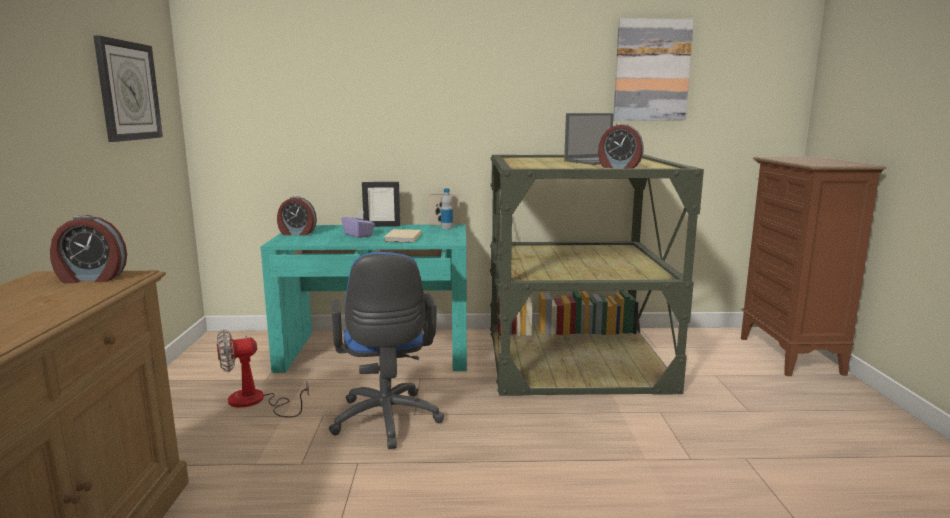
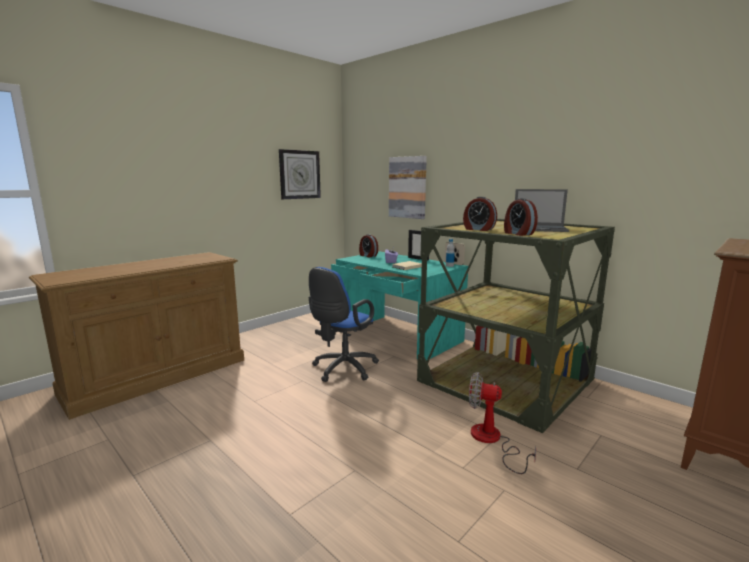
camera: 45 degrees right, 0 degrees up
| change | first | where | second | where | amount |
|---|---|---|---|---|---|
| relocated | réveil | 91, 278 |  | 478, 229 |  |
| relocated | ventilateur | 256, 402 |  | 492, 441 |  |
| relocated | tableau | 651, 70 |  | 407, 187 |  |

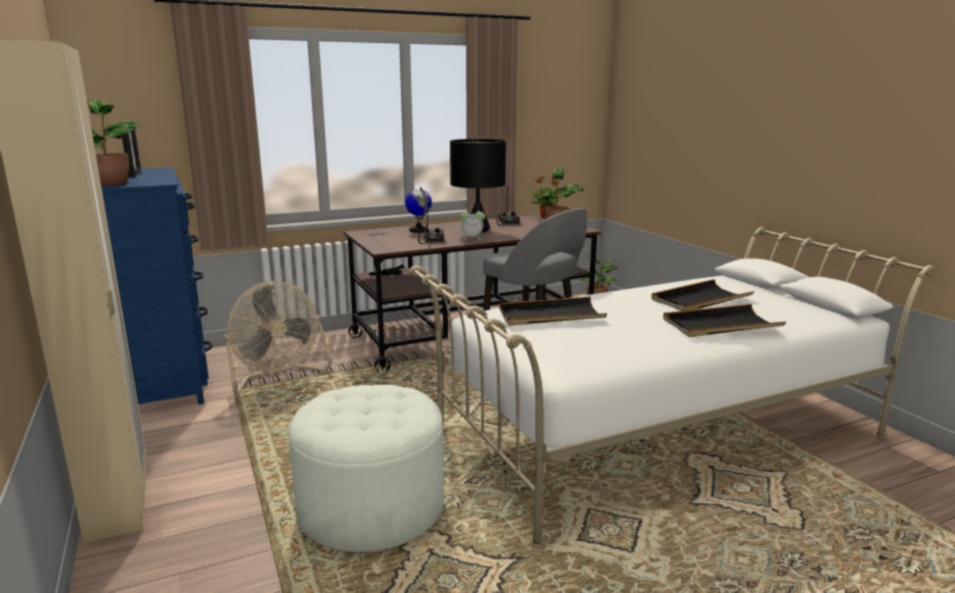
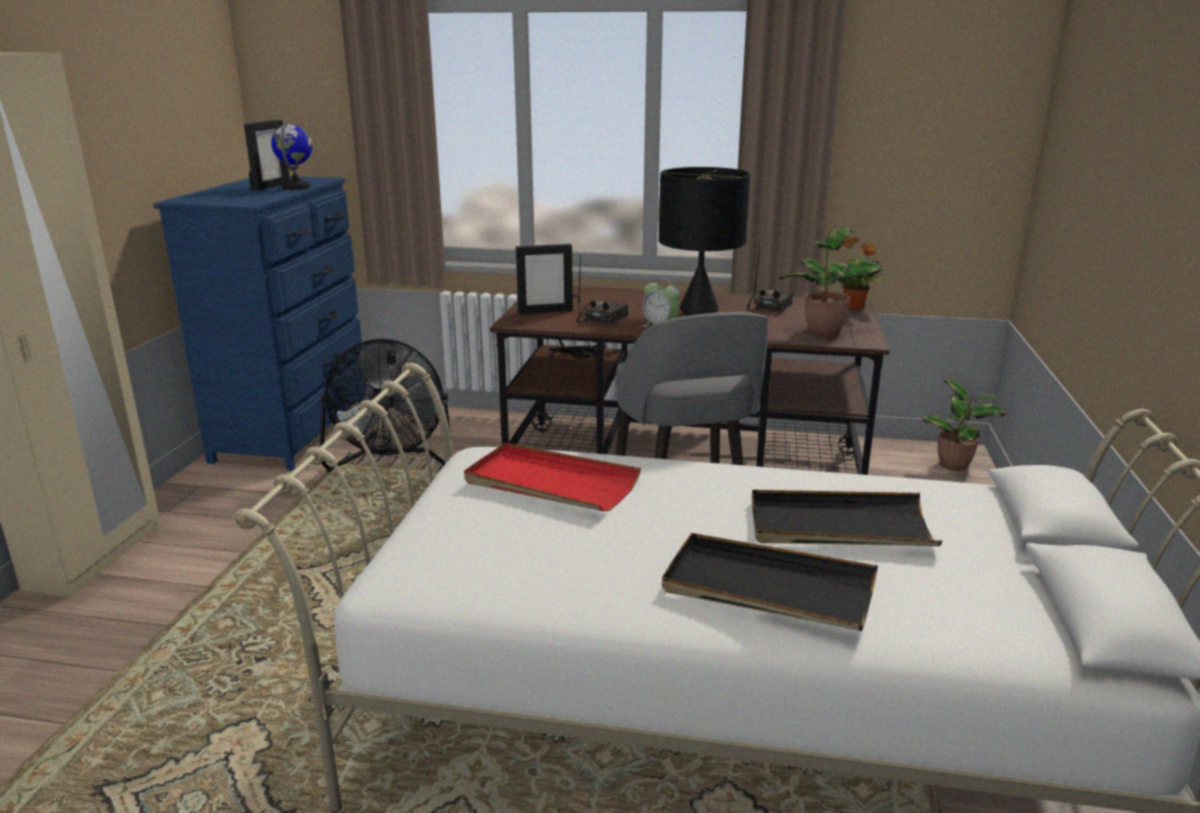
camera: 35 degrees right, 5 degrees up
| change | first | where | second | where | amount |
|---|---|---|---|---|---|
| missing | plante en pot | 114, 184 |  |  |  |
| missing | pouf [blanc] | 371, 507 |  |  |  |
| appeared |  |  | cadre photo | 545, 311 |  |
| relocated | globe | 418, 230 |  | 297, 187 |  |
| colour | ventilateur [beige] | 272, 378 | ventilateur [noir] | 388, 460 |  |
| colour | plateau [noir] | 550, 315 | plateau [rouge] | 550, 483 |  |

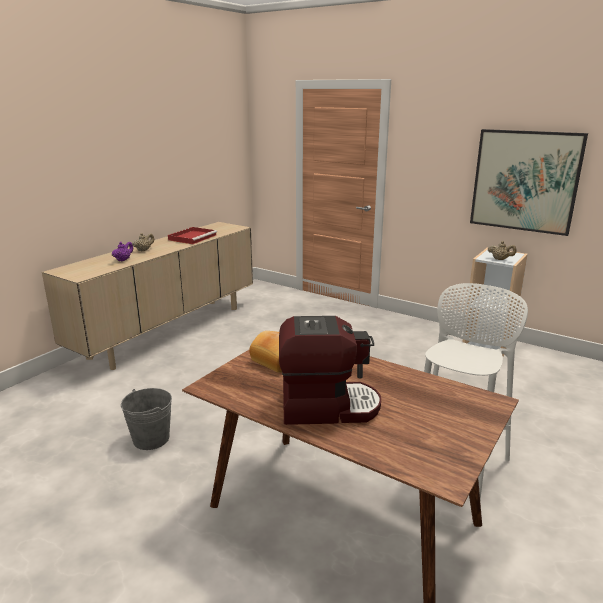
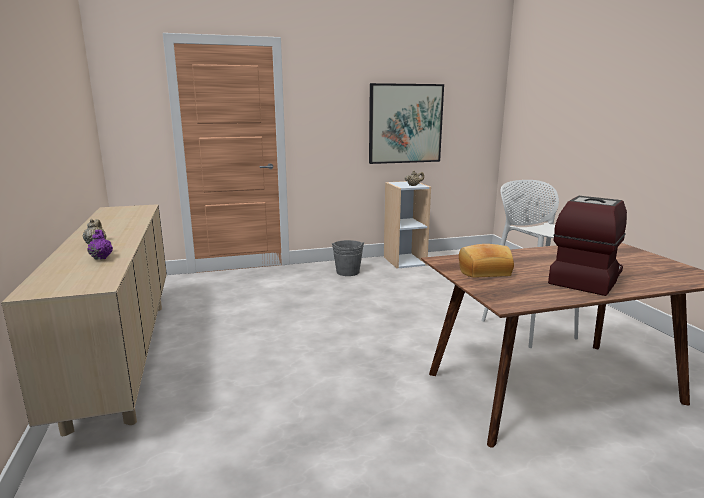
camera: 50 degrees left, 5 degrees down
| change | first | where | second | where | amount |
|---|---|---|---|---|---|
| missing | plateau [rouge] | 193, 237 |  |  |  |
| relocated | seau [gris] | 151, 439 |  | 347, 272 |  |

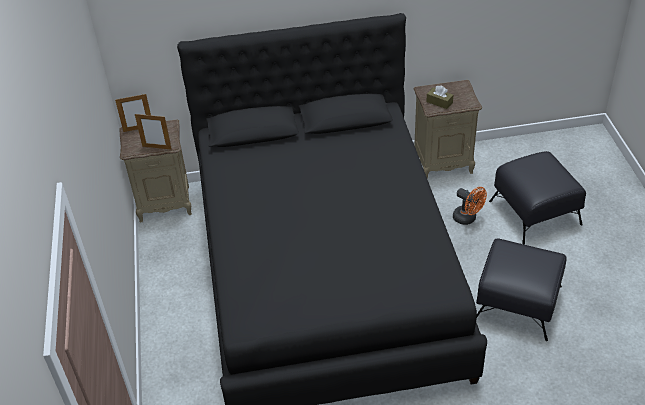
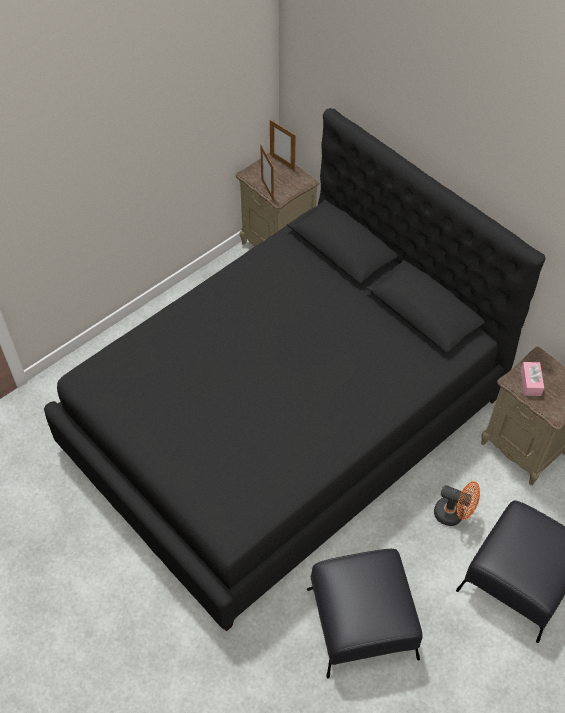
camera: 55 degrees right, 10 degrees up
| change | first | where | second | where | amount |
|---|---|---|---|---|---|
| colour | boîte à mouchoirs [marron] | 439, 102 | boîte à mouchoirs [rose] | 530, 382 |  |
| spun | ventilateur [orange] | 467, 219 |  | 453, 514 | 75 degrees counterclockwise |

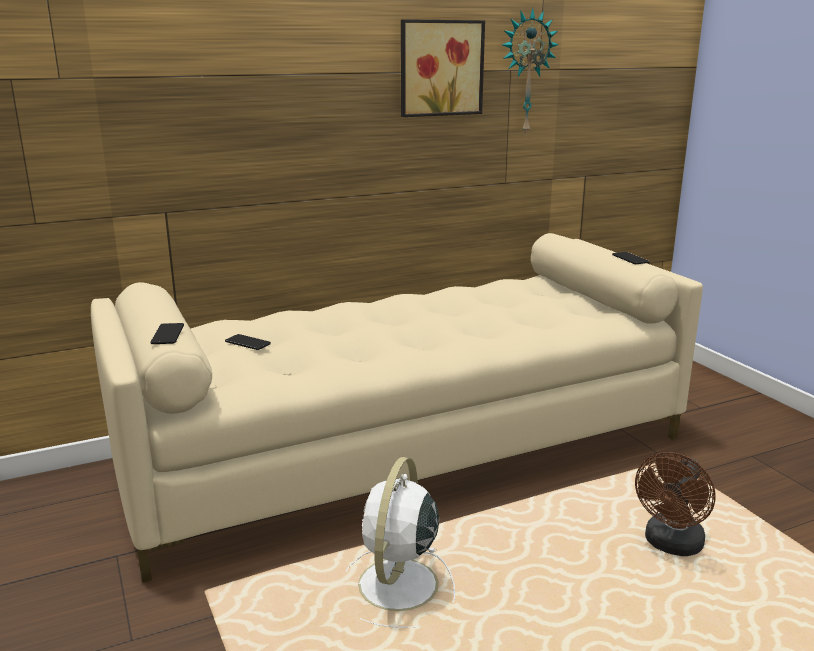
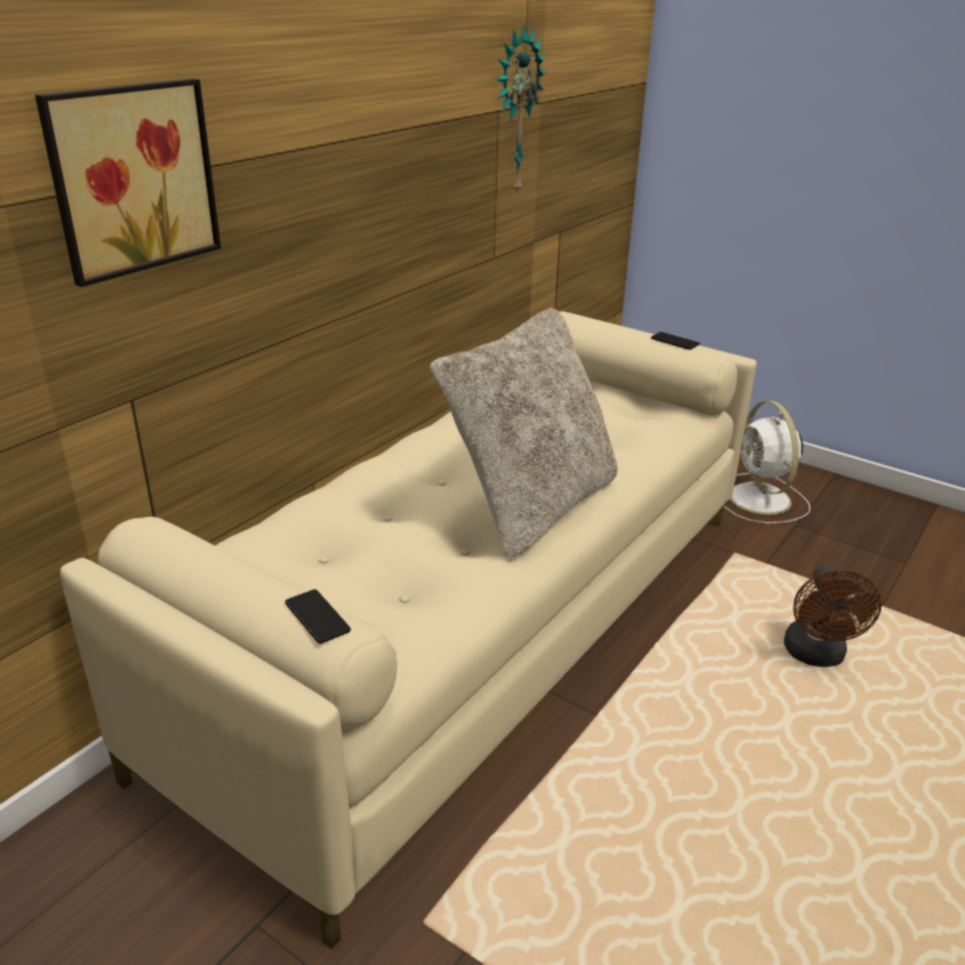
camera: 30 degrees left, 10 degrees up
| change | first | where | second | where | amount |
|---|---|---|---|---|---|
| missing | téléphone | 247, 343 |  |  |  |
| appeared |  |  | coussin [beige] | 532, 502 |  |
| relocated | ventilateur [blanc] | 397, 587 |  | 761, 500 |  |
| relocated | tableau | 439, 68 |  | 130, 178 |  |

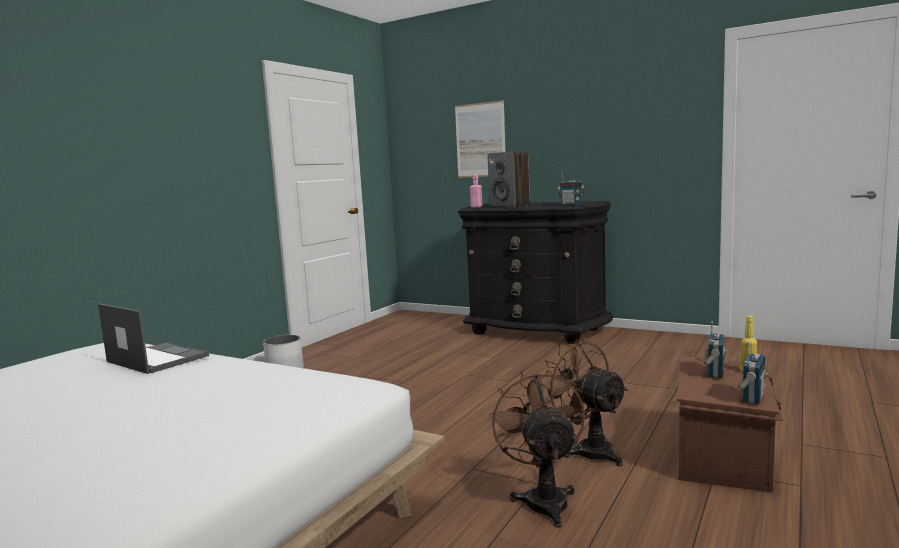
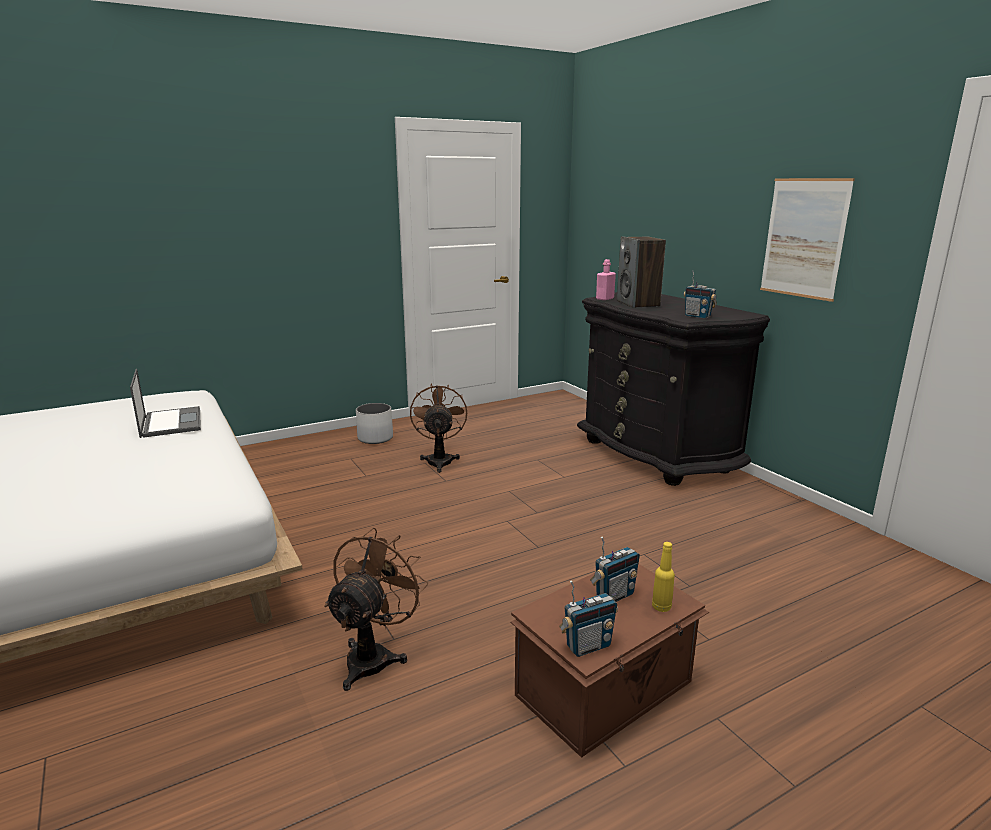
camera: 30 degrees right, 10 degrees up
| change | first | where | second | where | amount |
|---|---|---|---|---|---|
| relocated | tableau | 480, 140 |  | 804, 238 |  |
| relocated | ventilateur [marron] | 587, 450 |  | 439, 460 |  |

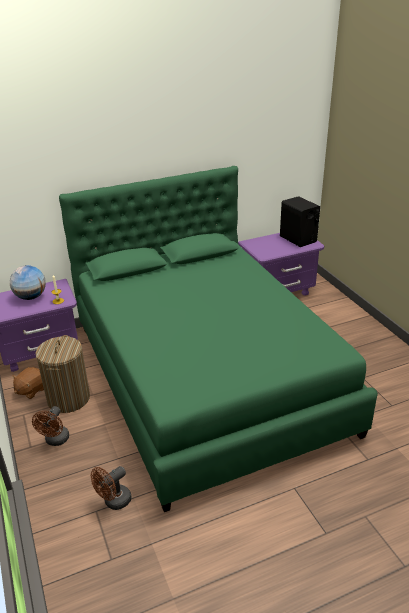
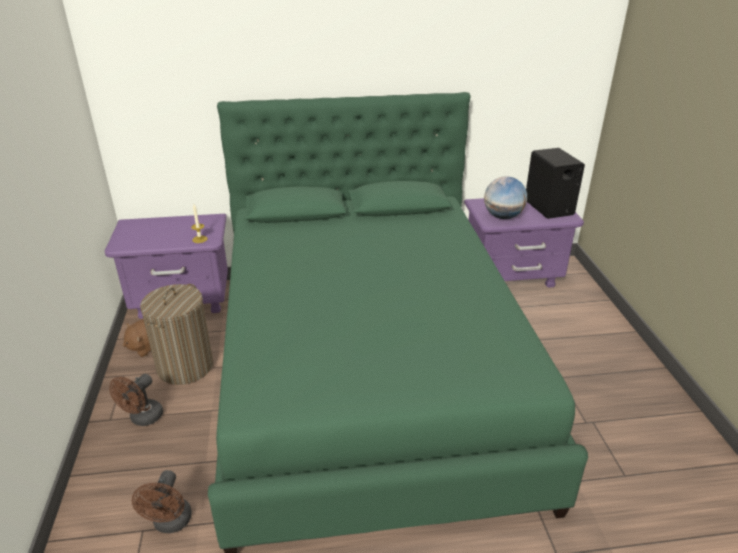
camera: 15 degrees right, 0 degrees up
| change | first | where | second | where | amount |
|---|---|---|---|---|---|
| relocated | globe | 31, 297 |  | 503, 217 |  |
| spun | ventilateur [marron] | 114, 502 |  | 171, 524 | 60 degrees counterclockwise |

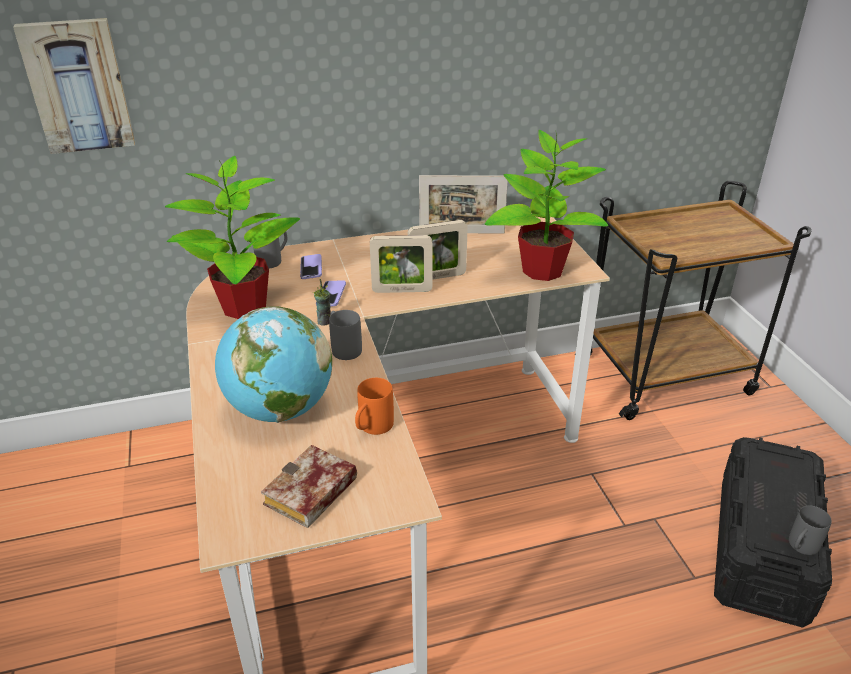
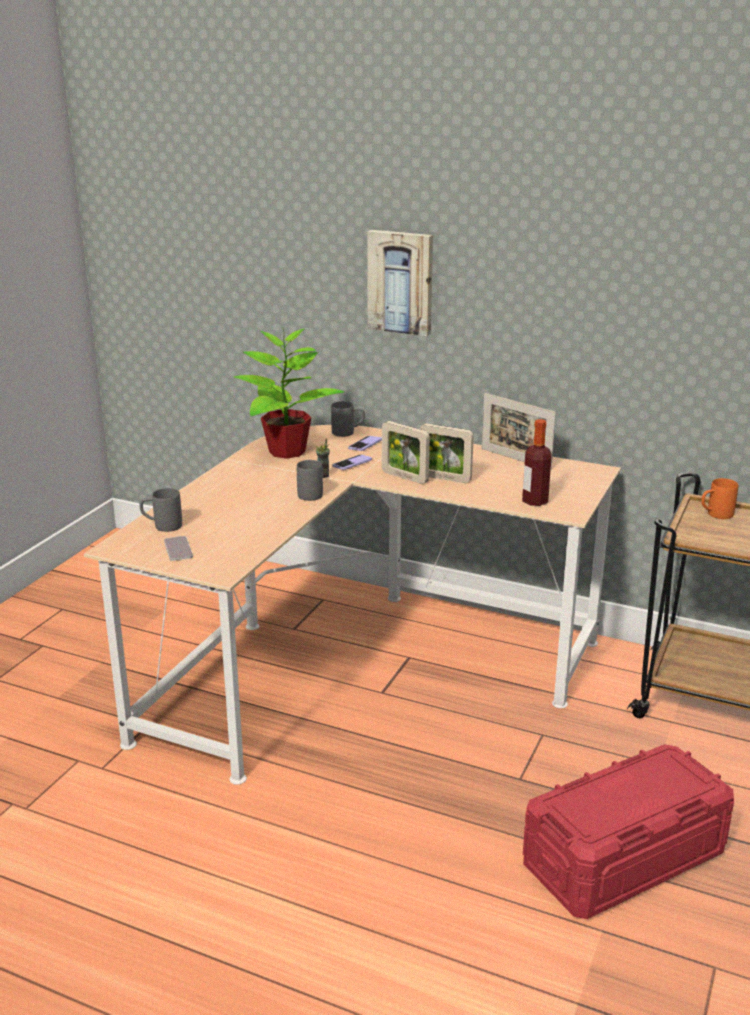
camera: 40 degrees right, 10 degrees down
| change | first | where | second | where | amount |
|---|---|---|---|---|---|
| missing | globe | 280, 409 |  |  |  |
| relocated | tableau | 78, 86 |  | 401, 282 |  |
| relocated | mug [orange] | 372, 428 |  | 715, 515 |  |
| relocated | mug [gris] | 800, 547 |  | 162, 526 |  |
| exchanged | livre | 310, 495 | téléphone | 178, 549 |  |
| exchanged | plante en pot | 541, 270 | bouteille | 535, 501 |  |
| colour | boîte de rangement [noir] | 762, 549 | boîte de rangement [rouge] | 624, 858 |  |

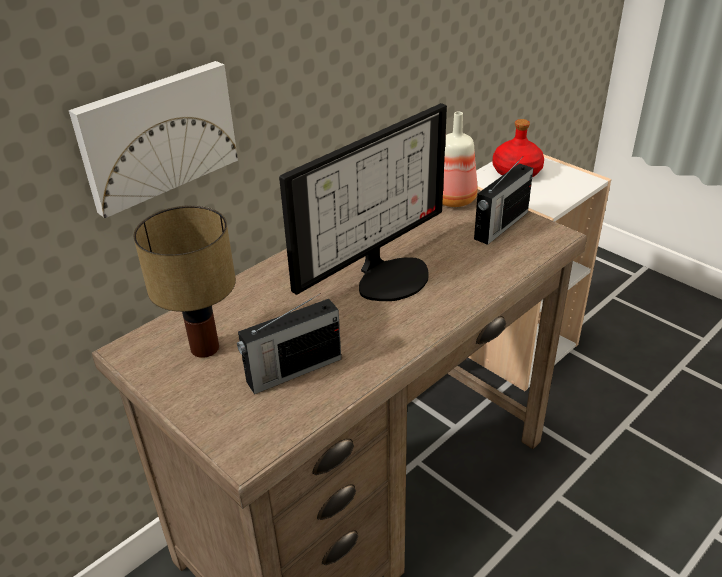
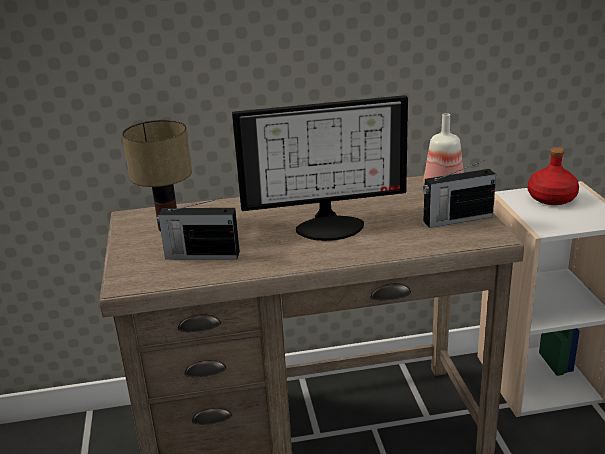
camera: 35 degrees right, 10 degrees down
| change | first | where | second | where | amount |
|---|---|---|---|---|---|
| missing | tableau | 157, 135 |  |  |  |

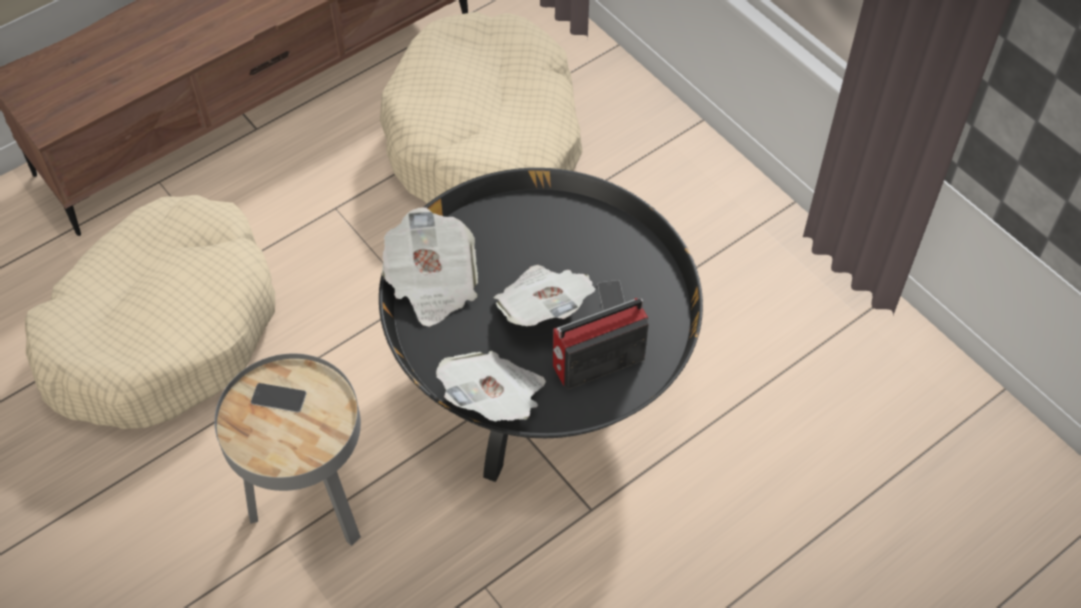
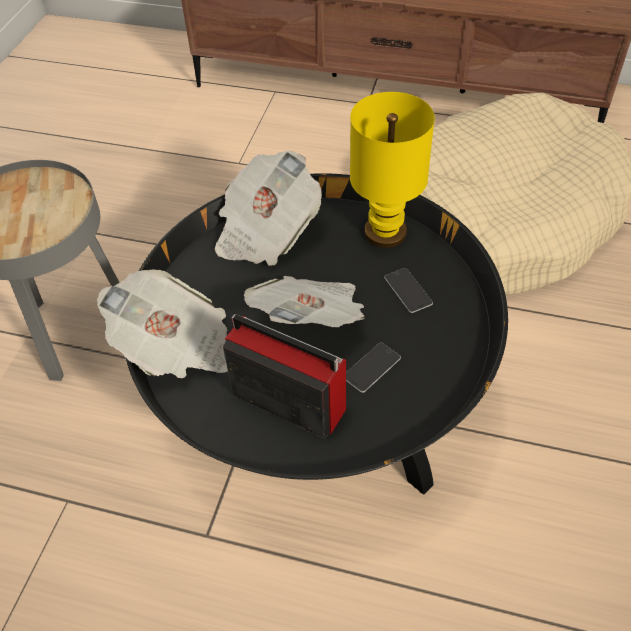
camera: 55 degrees right, 5 degrees down
| change | first | where | second | where | amount |
|---|---|---|---|---|---|
| missing | panier pour chien [beige] | 163, 329 |  |  |  |
| appeared |  |  | lampe de table [jaune] | 386, 233 |  |
| relocated | téléphone | 278, 398 |  | 408, 290 |  |

